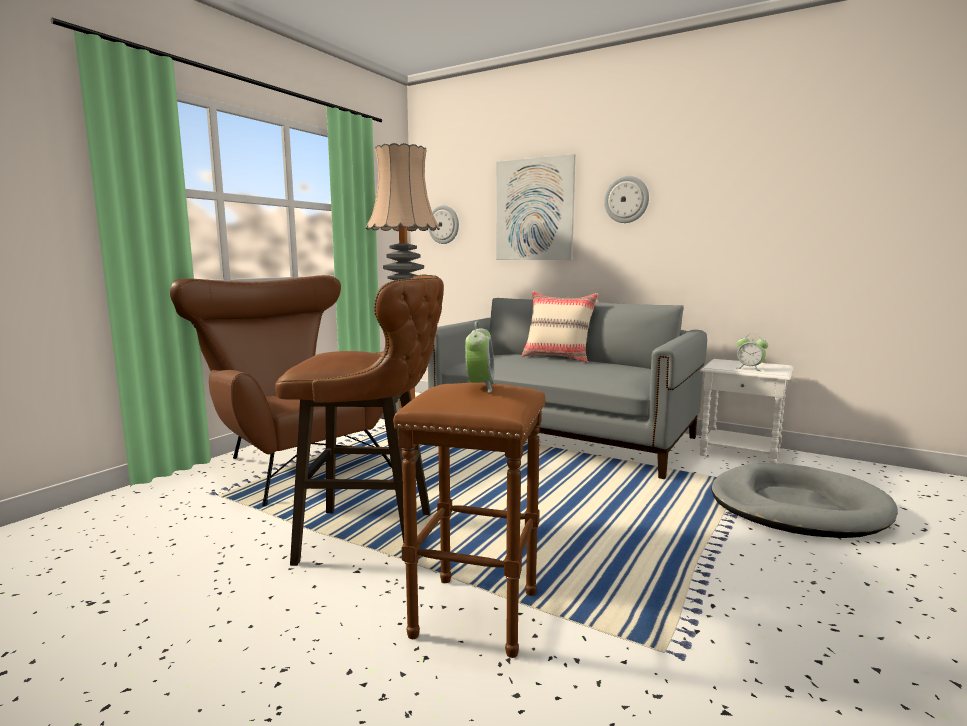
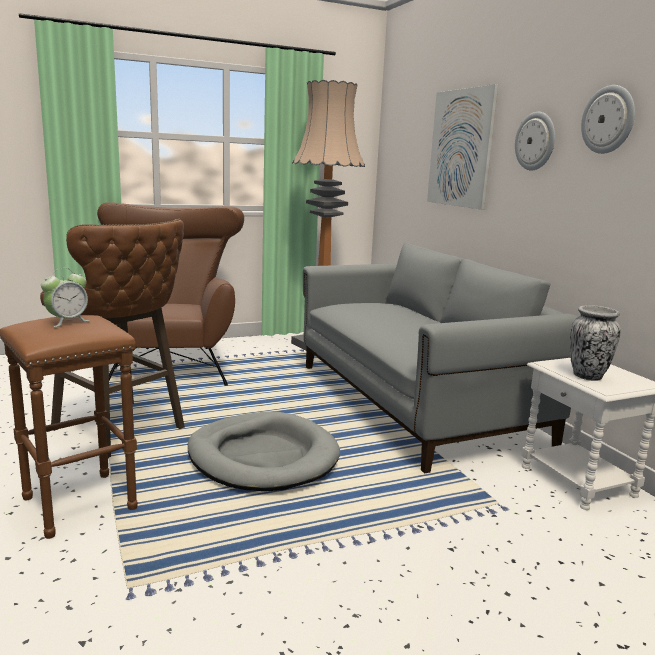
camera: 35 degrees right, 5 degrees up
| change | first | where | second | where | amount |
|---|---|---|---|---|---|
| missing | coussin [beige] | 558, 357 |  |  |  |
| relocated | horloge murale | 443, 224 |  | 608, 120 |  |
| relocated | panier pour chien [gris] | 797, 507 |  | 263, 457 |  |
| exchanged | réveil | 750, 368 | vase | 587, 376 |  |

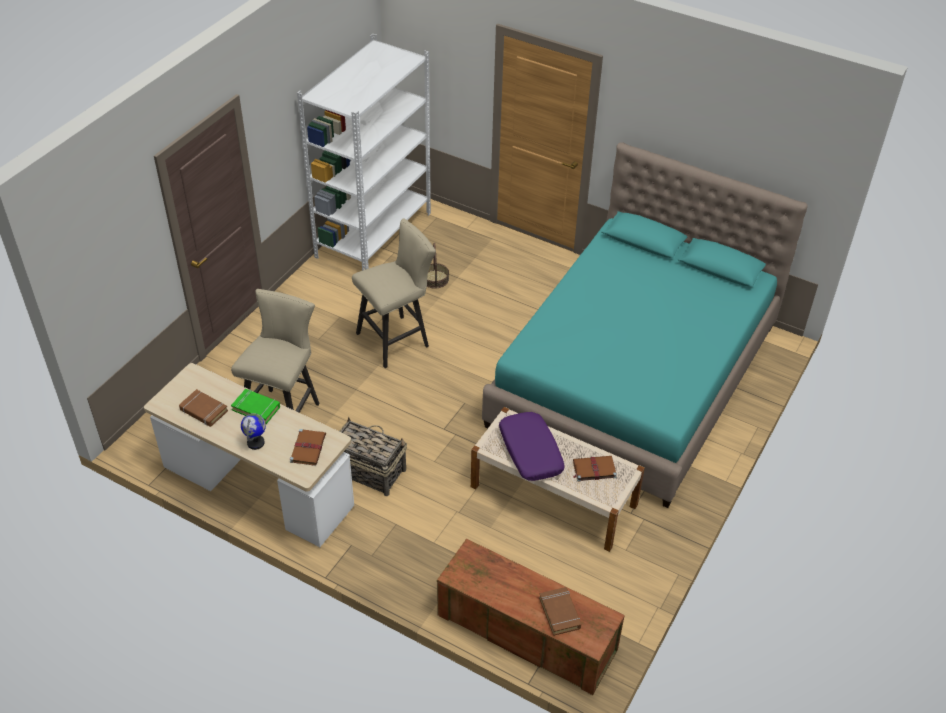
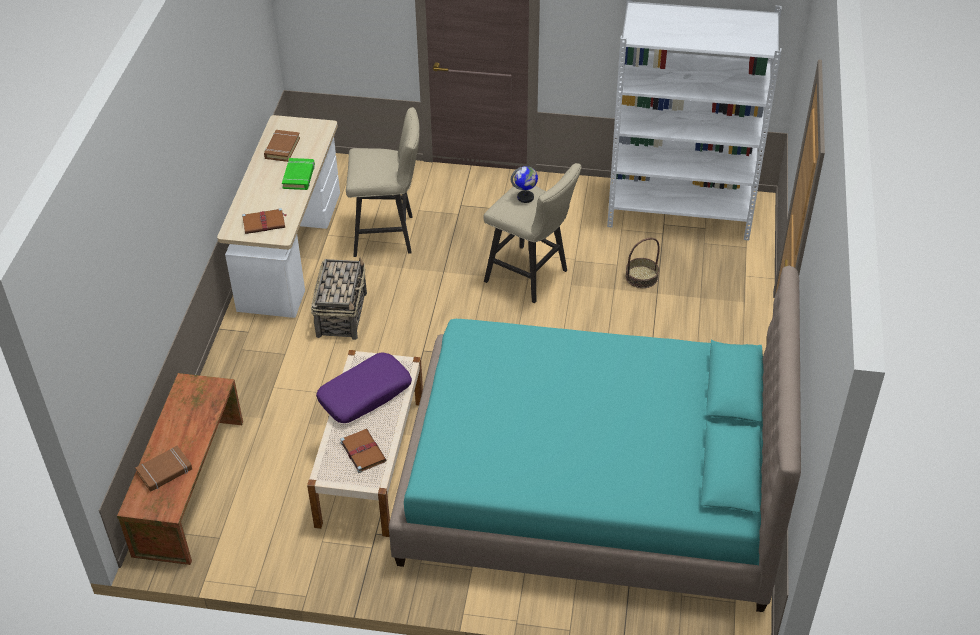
camera: 70 degrees right, 0 degrees up
| change | first | where | second | where | amount |
|---|---|---|---|---|---|
| relocated | globe | 256, 443 |  | 525, 197 |  |

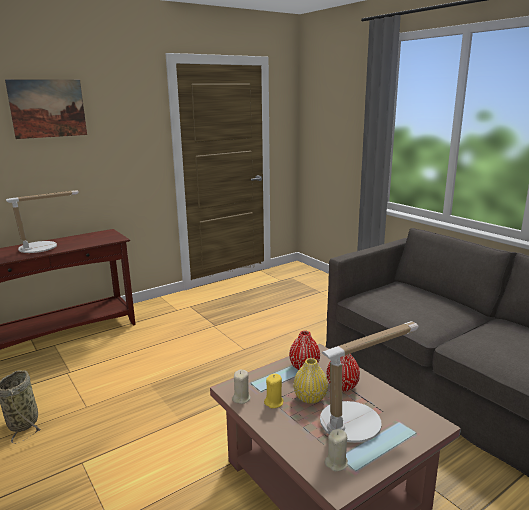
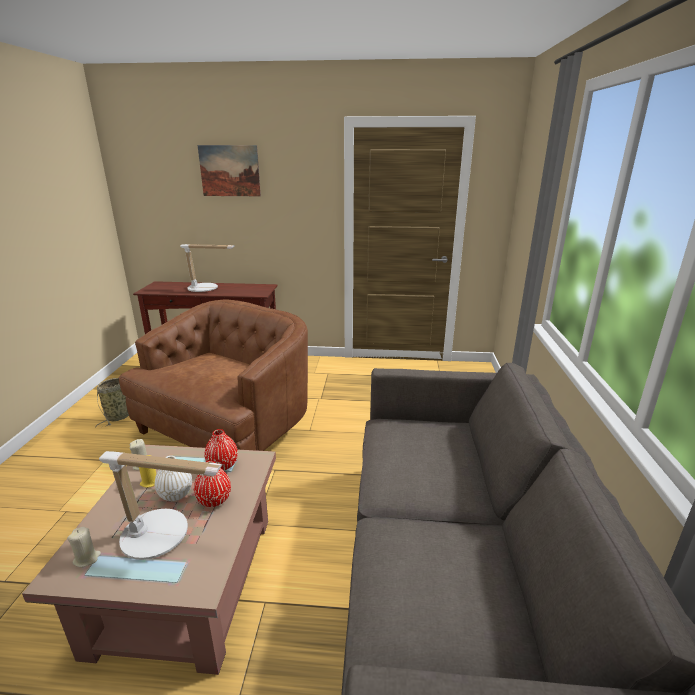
camera: 40 degrees right, 5 degrees up
| change | first | where | second | where | amount |
|---|---|---|---|---|---|
| appeared |  |  | fauteuil [marron] | 228, 429 |  |
| colour | vase [jaune] | 310, 398 | vase [blanc] | 176, 494 |  |

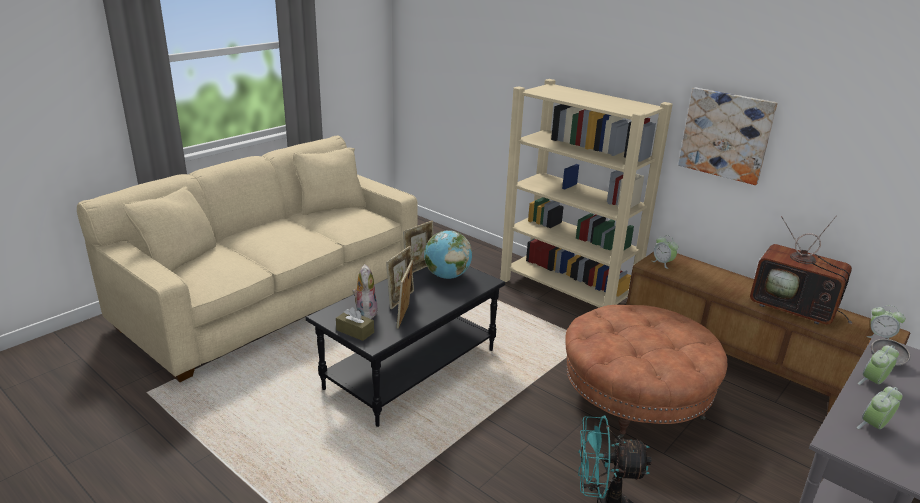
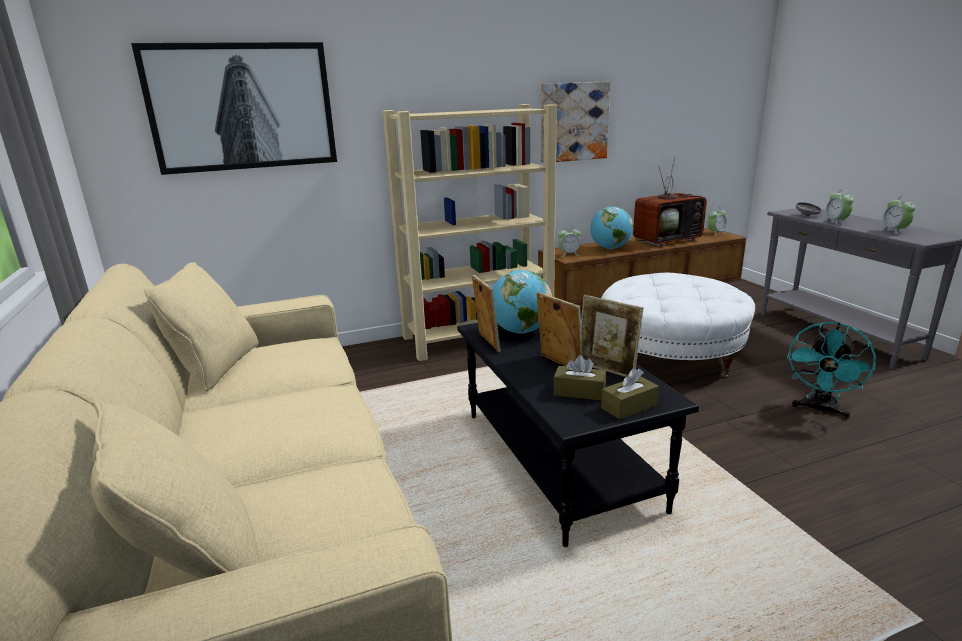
camera: 60 degrees left, 5 degrees down
| change | first | where | second | where | amount |
|---|---|---|---|---|---|
| appeared |  |  | tableau | 243, 107 |  |
| appeared |  |  | globe | 610, 248 |  |
| exchanged | peluche | 365, 312 | boîte à mouchoirs [marron] | 579, 392 |  |
| colour | pouf [marron] | 635, 399 | pouf [blanc] | 671, 356 |  |

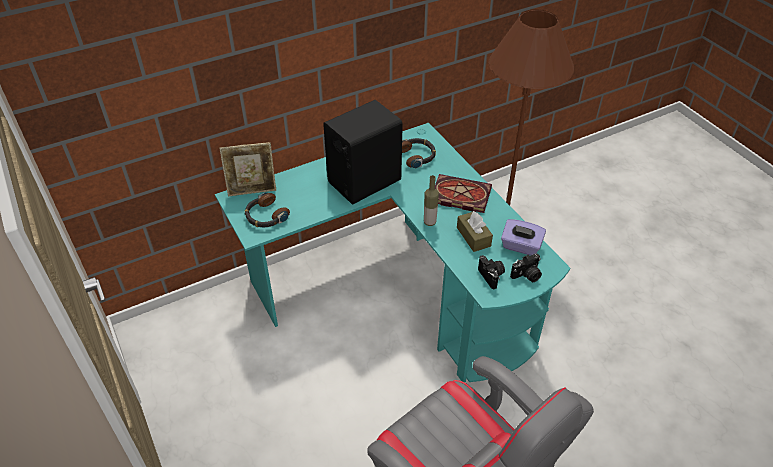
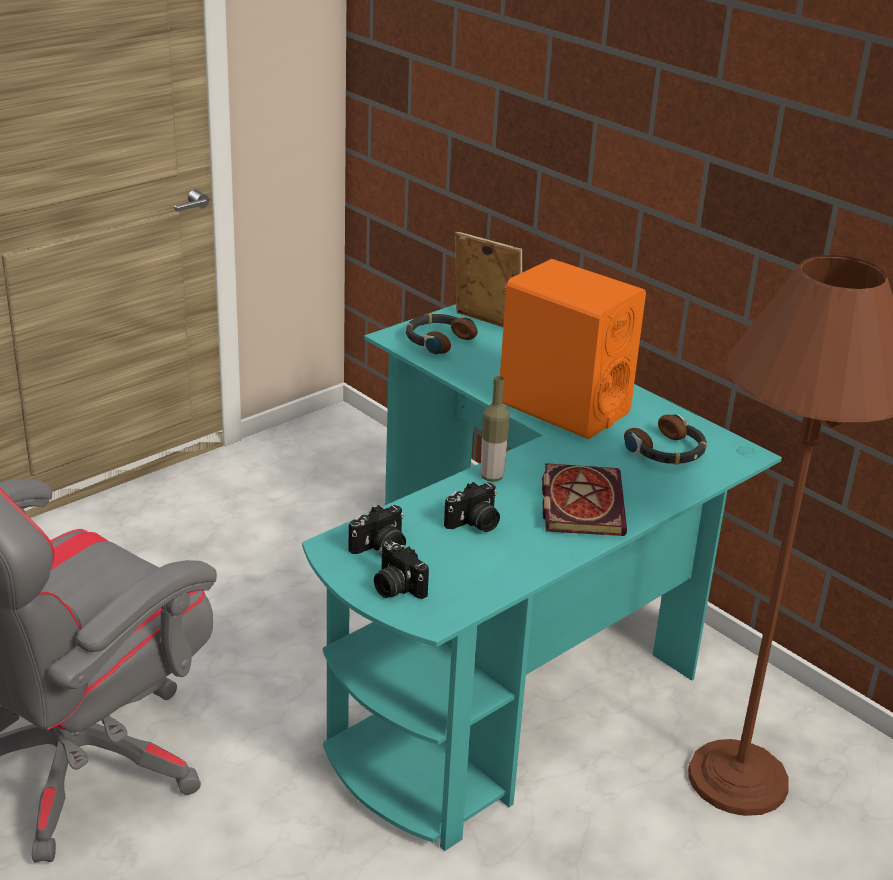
camera: 75 degrees right, 15 degrees down
| change | first | where | second | where | amount |
|---|---|---|---|---|---|
| missing | boîte à mouchoirs [violet] | 520, 246 |  |  |  |
| exchanged | boîte à mouchoirs [marron] | 473, 237 | appareil photo | 474, 524 |  |
| colour | enceinte [noir] | 364, 181 | enceinte [orange] | 563, 408 |  |
| spun | cadre photo | 252, 191 |  | 485, 323 | 150 degrees clockwise |

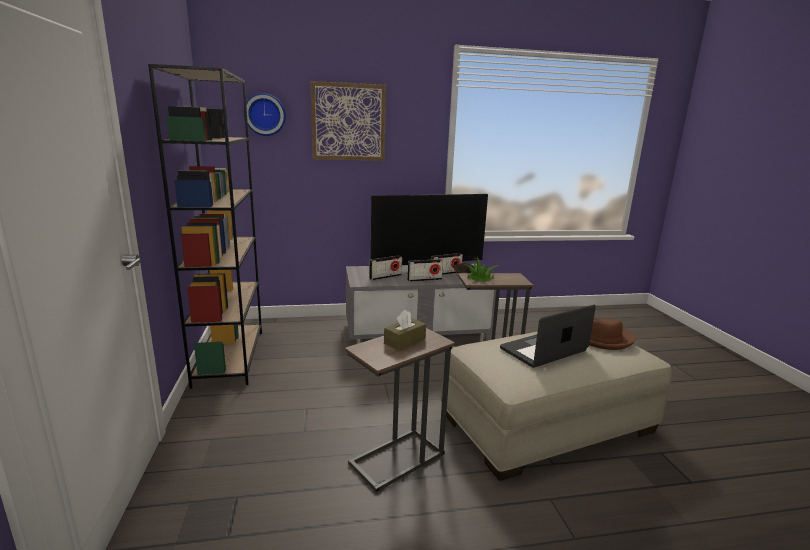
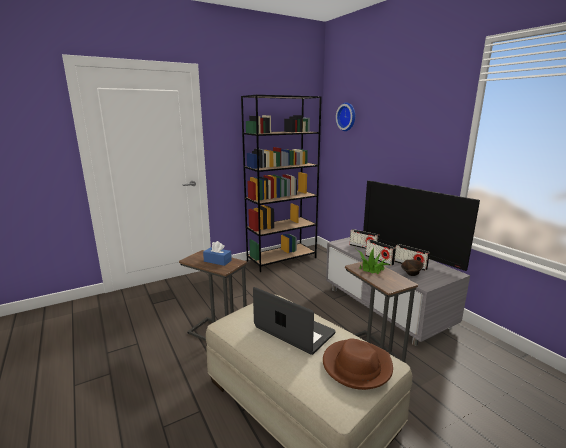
camera: 70 degrees right, 0 degrees up
| change | first | where | second | where | amount |
|---|---|---|---|---|---|
| missing | tableau | 348, 121 |  |  |  |
| colour | boîte à mouchoirs [marron] | 404, 341 | boîte à mouchoirs [bleu] | 217, 261 |  |

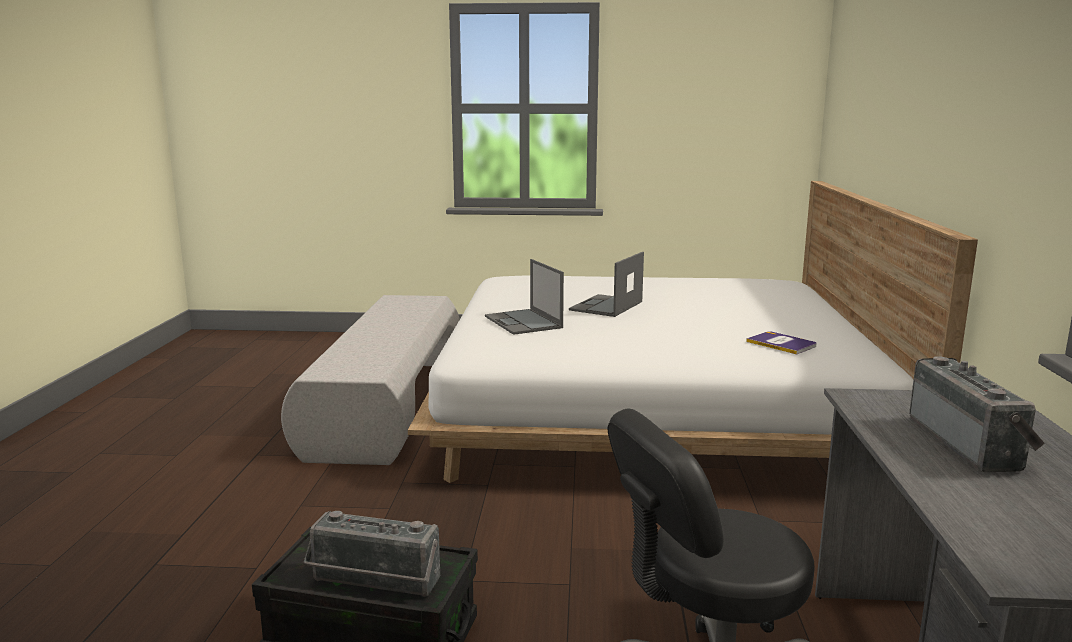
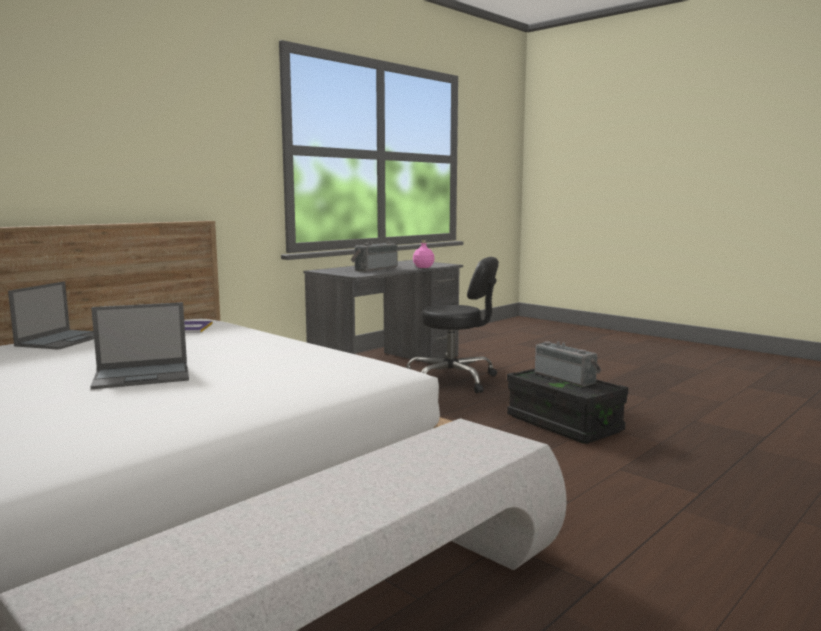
camera: 140 degrees left, 5 degrees down
| change | first | where | second | where | amount |
|---|---|---|---|---|---|
| appeared |  |  | bouteille [rose] | 423, 267 |  |
| relocated | ordinateur portable | 524, 322 |  | 64, 340 |  |

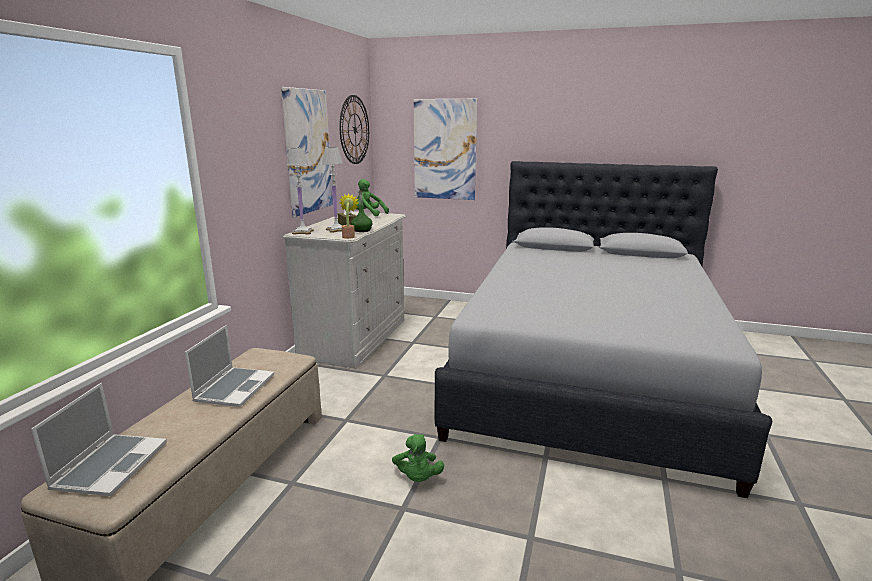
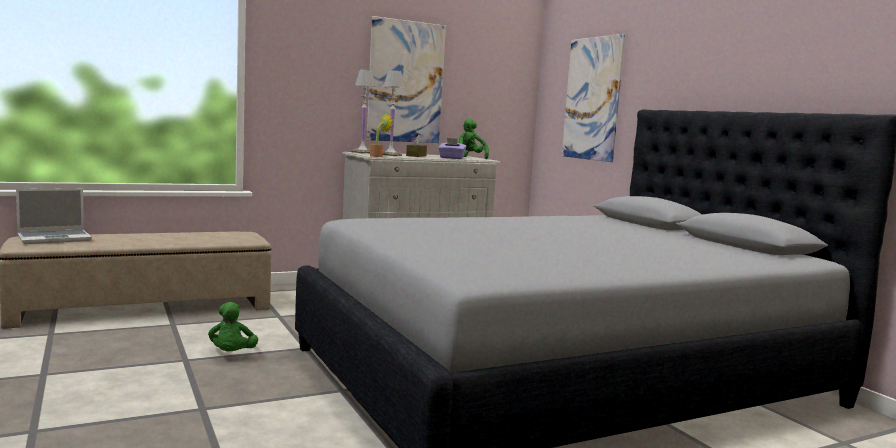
camera: 45 degrees right, 10 degrees down
| change | first | where | second | where | amount |
|---|---|---|---|---|---|
| missing | ordinateur portable | 234, 388 |  |  |  |
| missing | horloge murale | 354, 130 |  |  |  |
| missing | bouteille [vert] | 362, 230 |  |  |  |
| appeared |  |  | boîte à mouchoirs [violet] | 451, 158 |  |
| spun | peluche [vert] | 417, 478 |  | 232, 355 | 45 degrees counterclockwise |

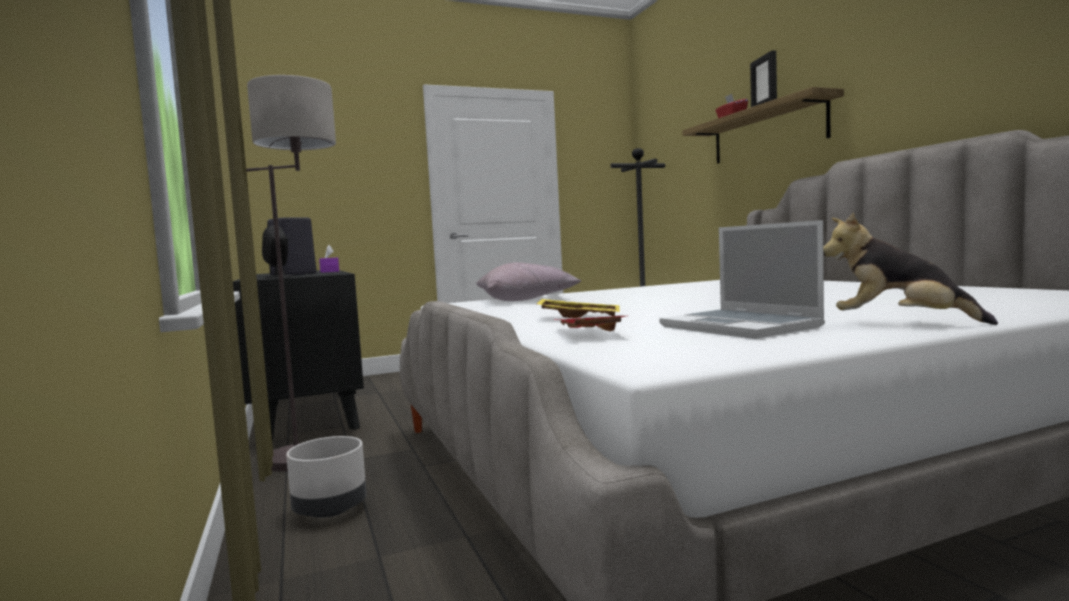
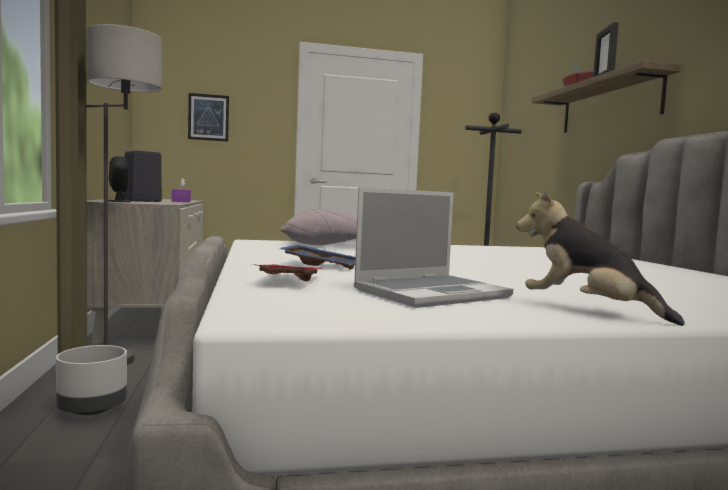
camera: 10 degrees right, 0 degrees up
| change | first | where | second | where | amount |
|---|---|---|---|---|---|
| appeared |  |  | tableau | 208, 117 |  |
| colour | commode [noir] | 307, 409 | commode [beige] | 150, 319 |  |
| colour | plateau [jaune] | 579, 317 | plateau [bleu] | 323, 265 |  |
| spun | ordinateur portable | 741, 327 |  | 432, 293 | 105 degrees counterclockwise |

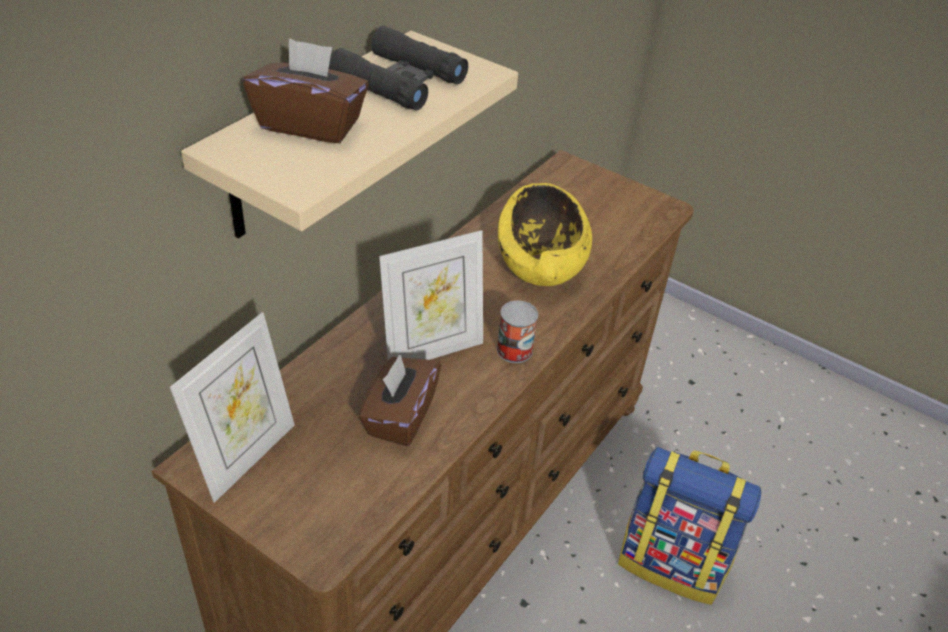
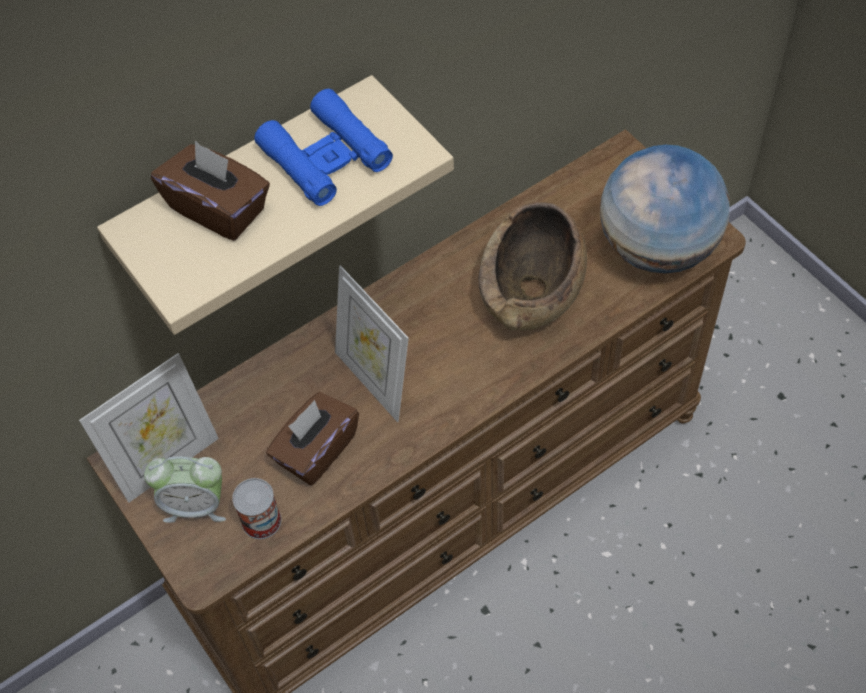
camera: 25 degrees right, 15 degrees up
| change | first | where | second | where | amount |
|---|---|---|---|---|---|
| missing | sac à dos | 673, 562 |  |  |  |
| appeared |  |  | réveil | 196, 505 |  |
| appeared |  |  | globe | 658, 248 |  |
| relocated | boîte métallique | 514, 350 |  | 261, 520 |  |
| colour | jumelles [noir] | 399, 81 | jumelles [bleu] | 325, 157 |  |
| colour | bol [jaune] | 541, 260 | bol [marron] | 533, 288 |  |
| spun | cadre photo | 432, 350 |  | 374, 380 | 60 degrees clockwise |

